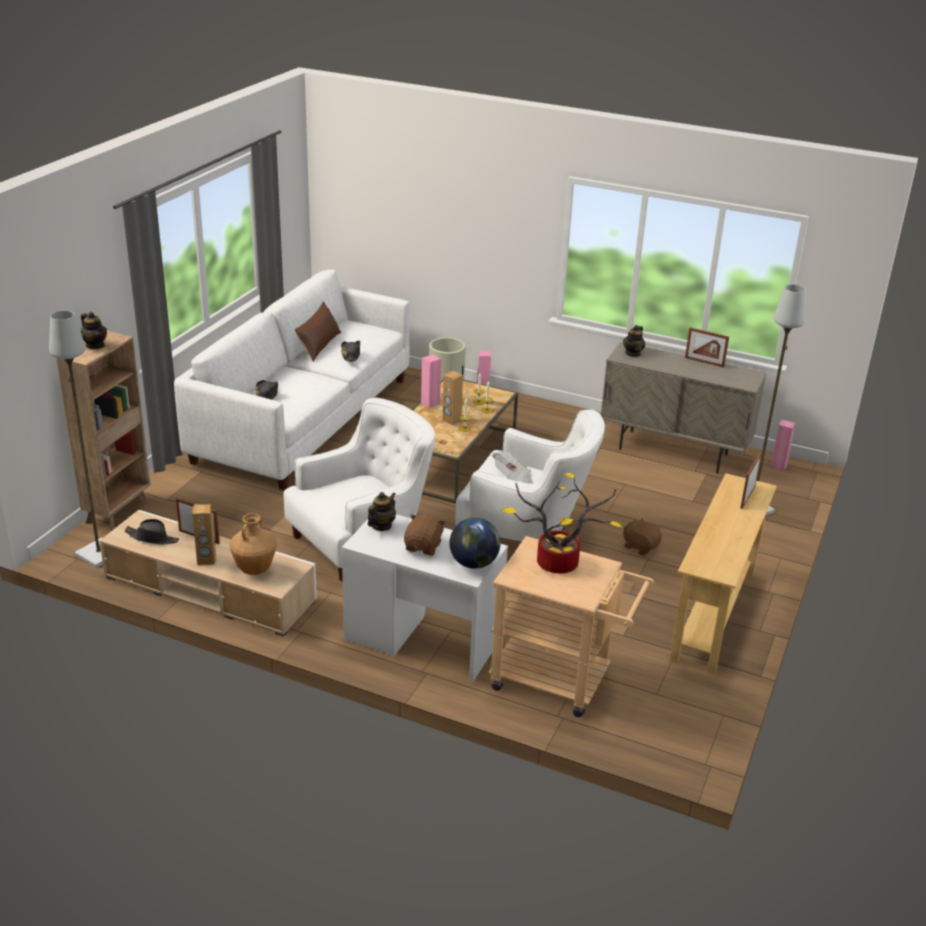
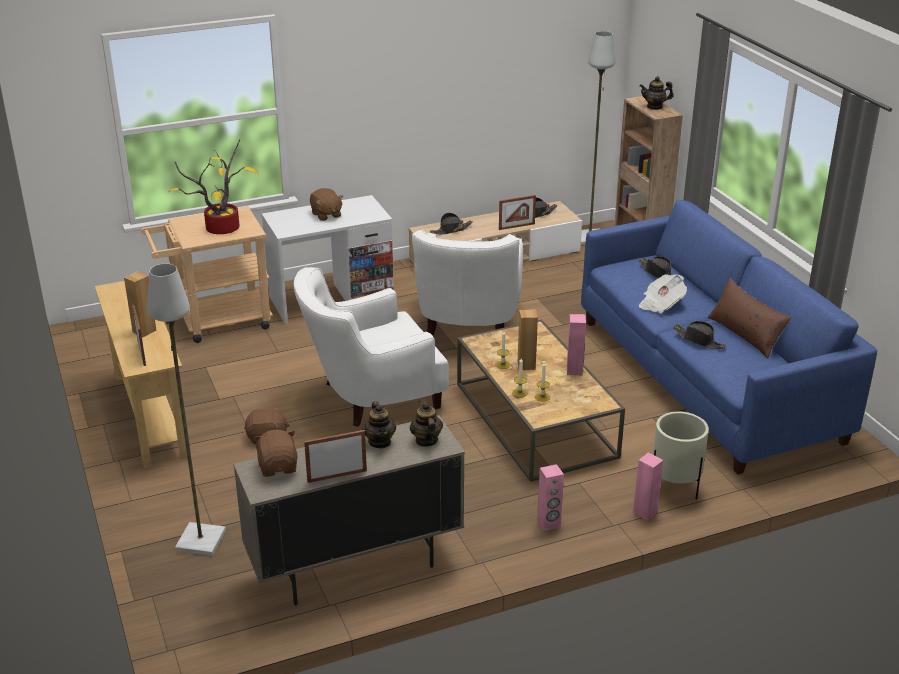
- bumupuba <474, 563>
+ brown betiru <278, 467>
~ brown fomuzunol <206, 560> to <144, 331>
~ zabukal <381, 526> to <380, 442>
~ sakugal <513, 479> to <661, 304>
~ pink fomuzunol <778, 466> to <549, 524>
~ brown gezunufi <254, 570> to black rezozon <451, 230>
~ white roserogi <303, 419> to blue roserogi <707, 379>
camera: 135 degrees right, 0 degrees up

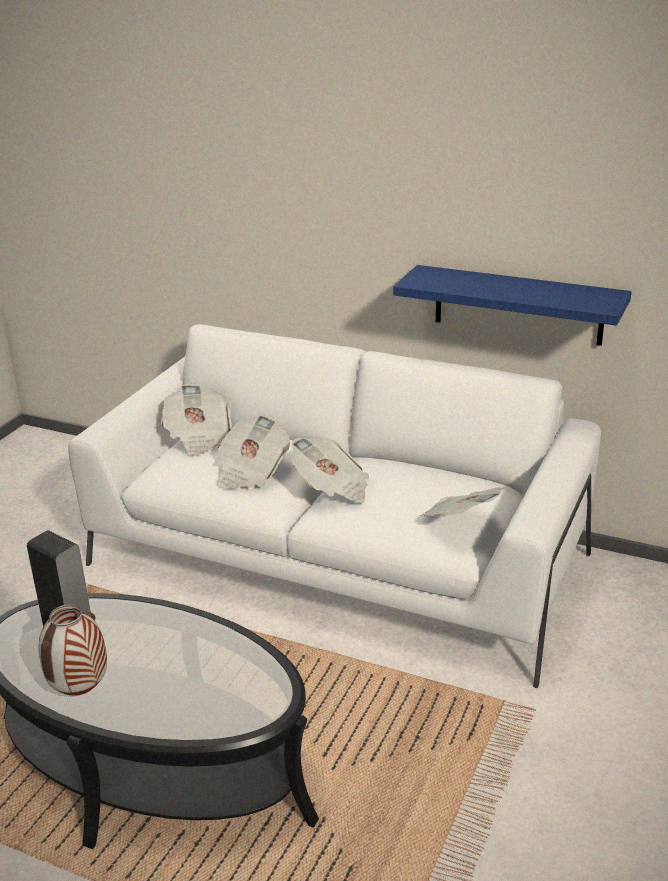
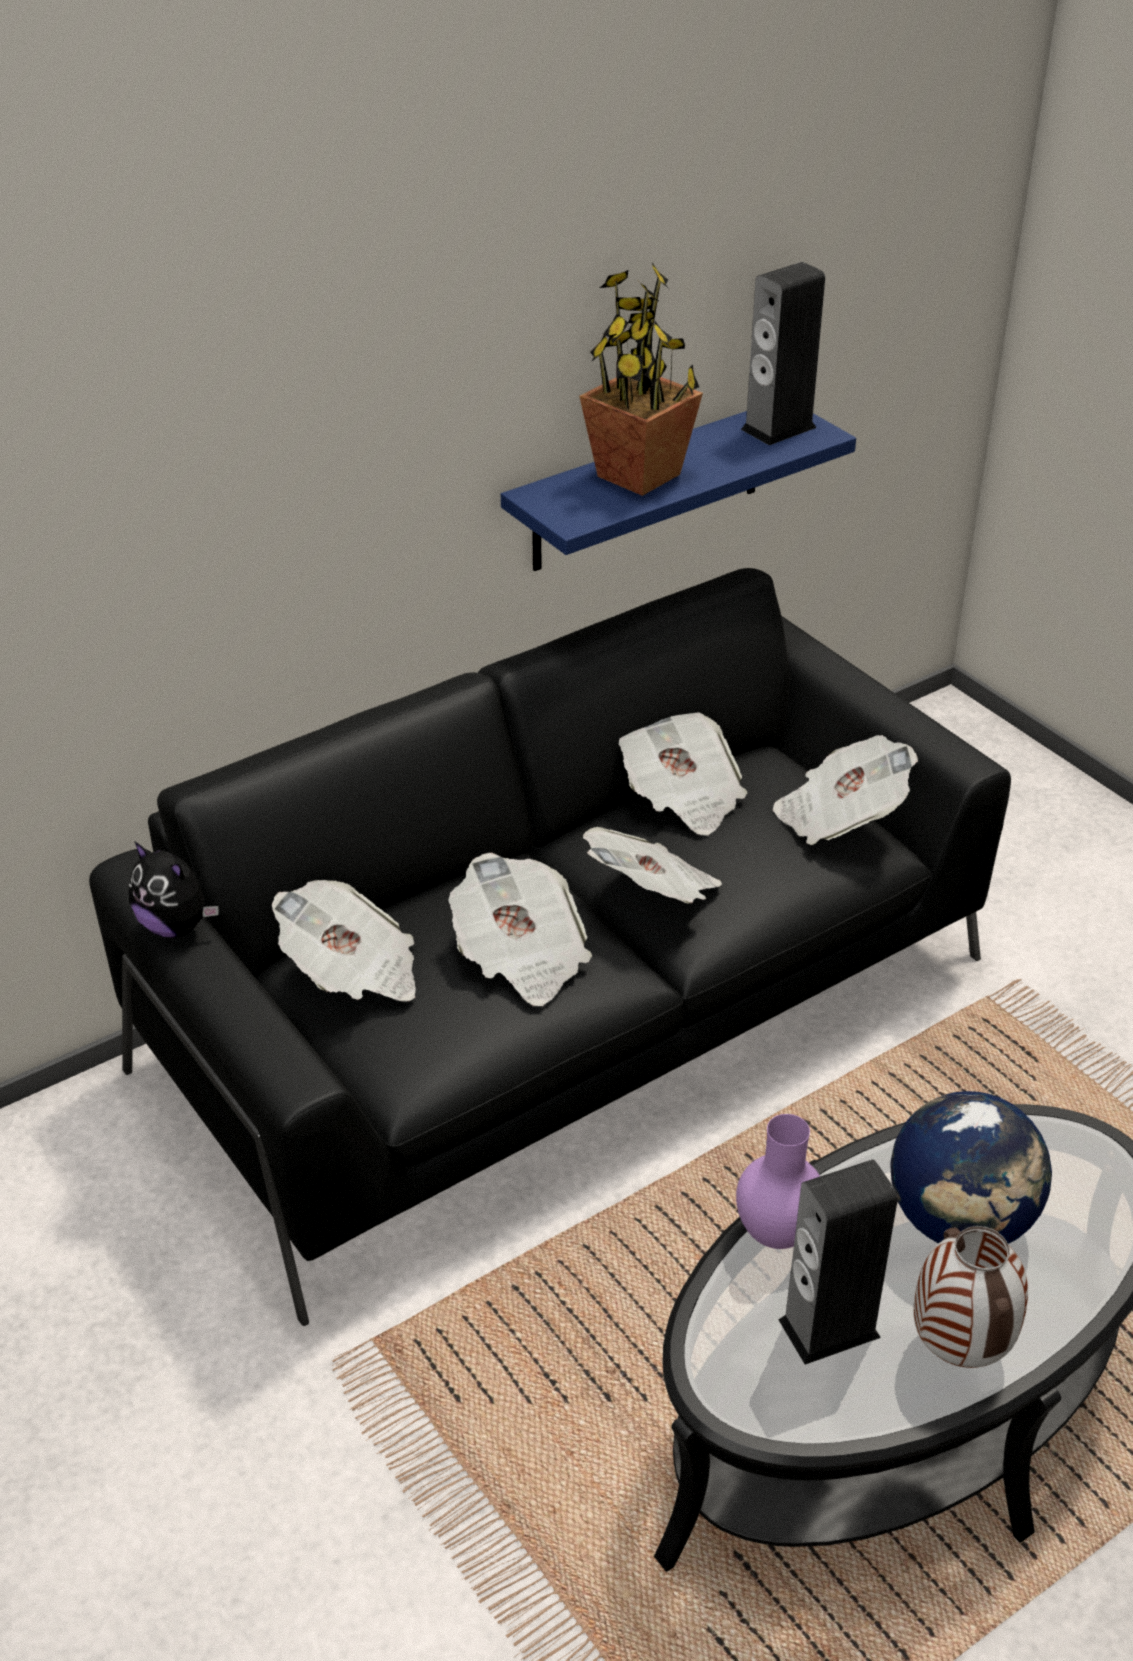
+ betiru <176, 926>
+ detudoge <639, 476>
+ sakugal <682, 796>
+ purple gezunufi <778, 1233>
+ fomuzunol <778, 428>
+ bumupuba <960, 1222>
~ white roserogi <338, 559> to black roserogi <566, 1012>
camera: 60 degrees left, 10 degrees up

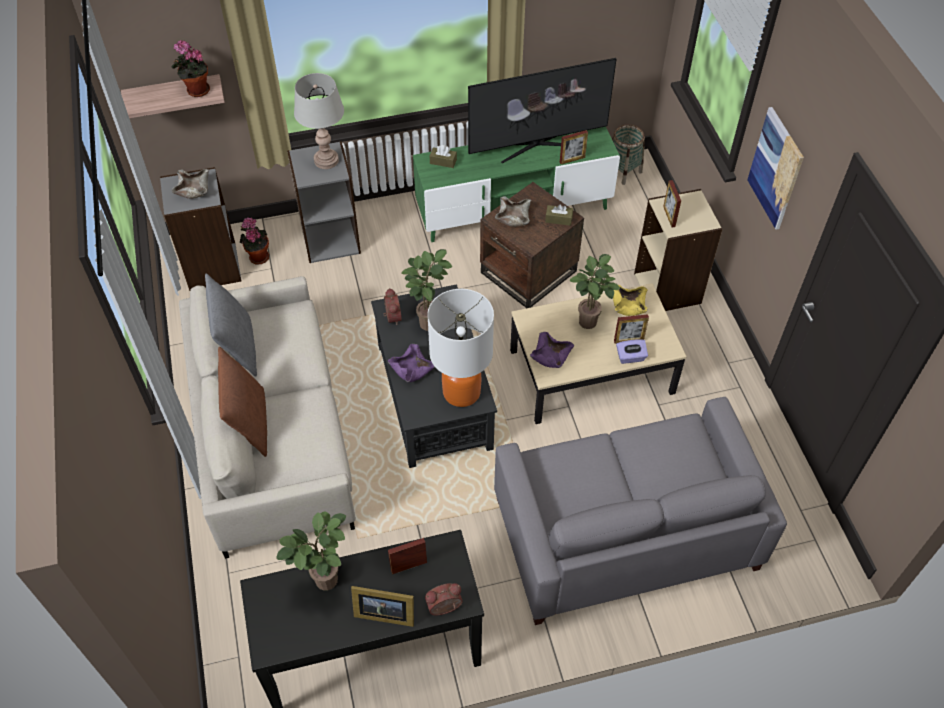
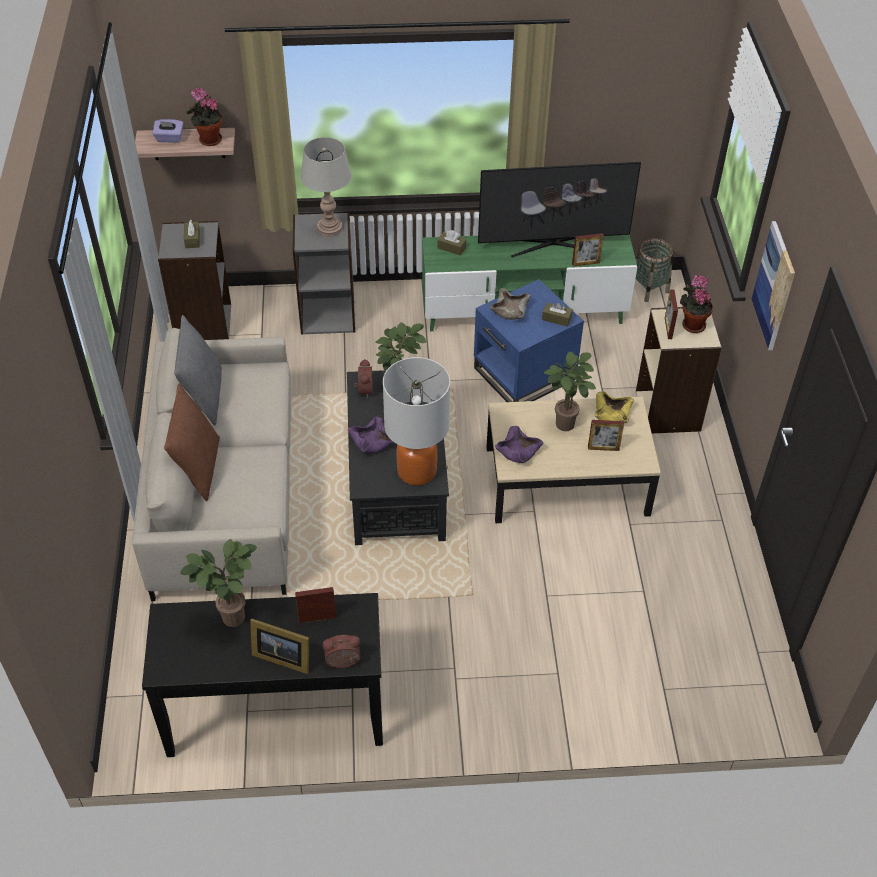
- grey roserogi <624, 532>
~ detudoge <258, 256> to <692, 324>
~ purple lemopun <630, 357> to <169, 138>
~ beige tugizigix <194, 190> to brown lemopun <192, 239>
~ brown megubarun <529, 272> to blue megubarun <524, 374>
camera: 10 degrees right, 5 degrees down

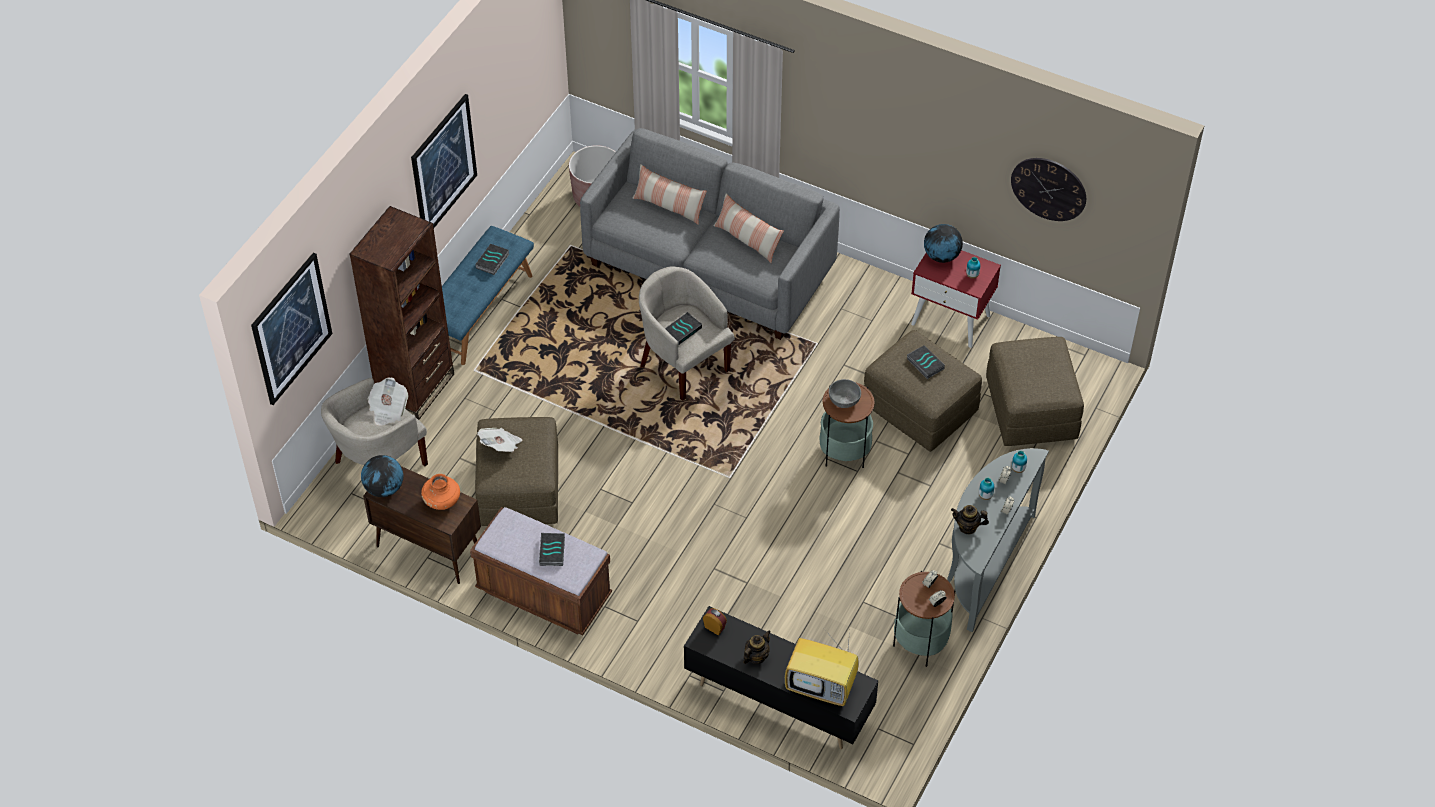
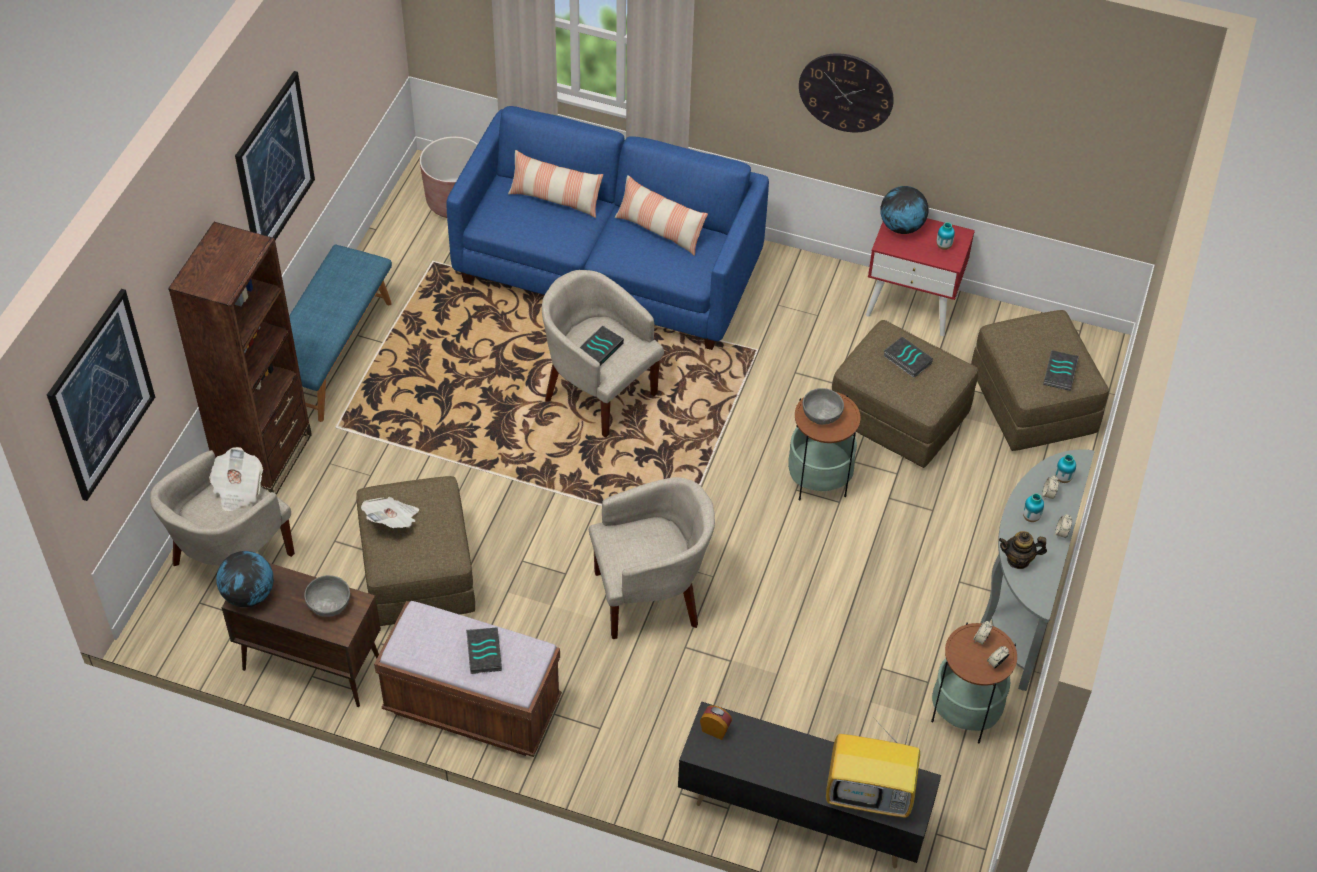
- zabukal <756, 656>
+ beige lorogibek <650, 596>
~ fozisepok <493, 262> to <1061, 373>
~ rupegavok <1048, 188> to <846, 92>
~ orange gezunufi <442, 501> to grey tugizigix <329, 603>
~ grey roserogi <710, 267> to blue roserogi <609, 271>
camera: 10 degrees left, 0 degrees up

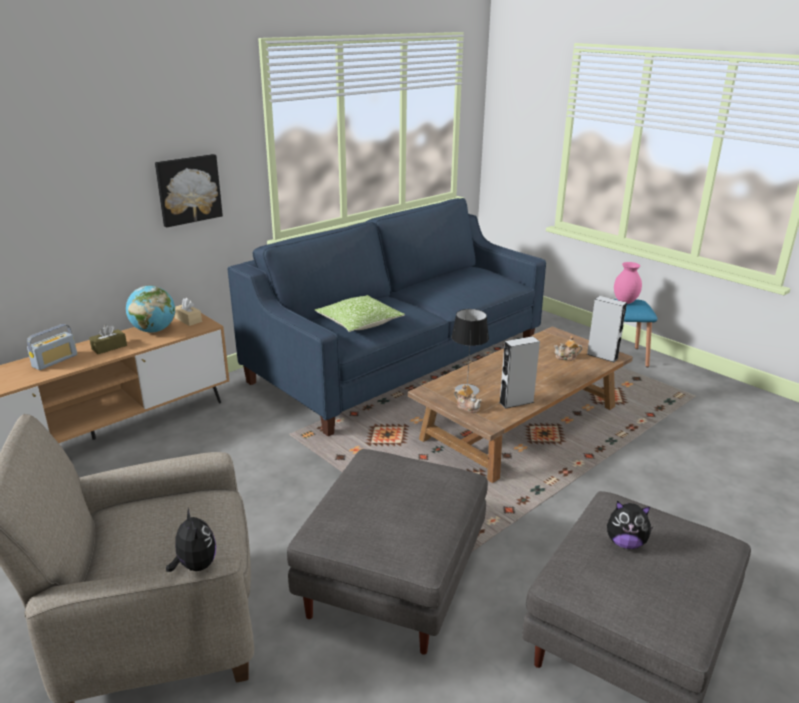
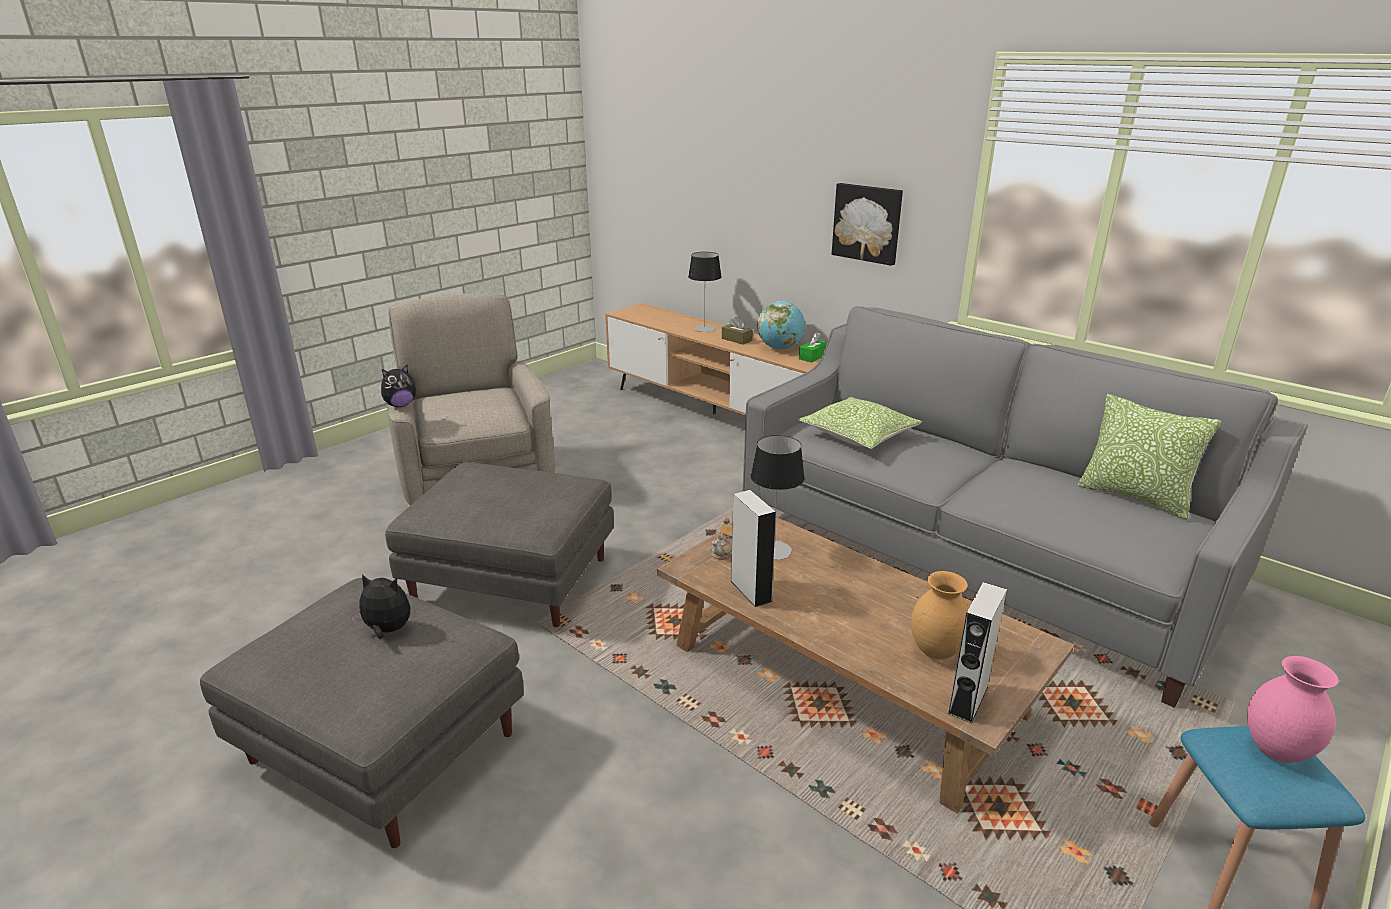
+ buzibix <1134, 497>
~ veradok <55, 361> to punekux <704, 328>
~ zabukal <566, 357> to brown gezunufi <935, 652>
~ beige lemopun <188, 320> to green lemopun <813, 357>
~ blue roserogi <397, 361> to grey roserogi <975, 557>
~ betiru <625, 543> = <387, 631> 90 degrees clockwise
camera: 85 degrees right, 0 degrees up

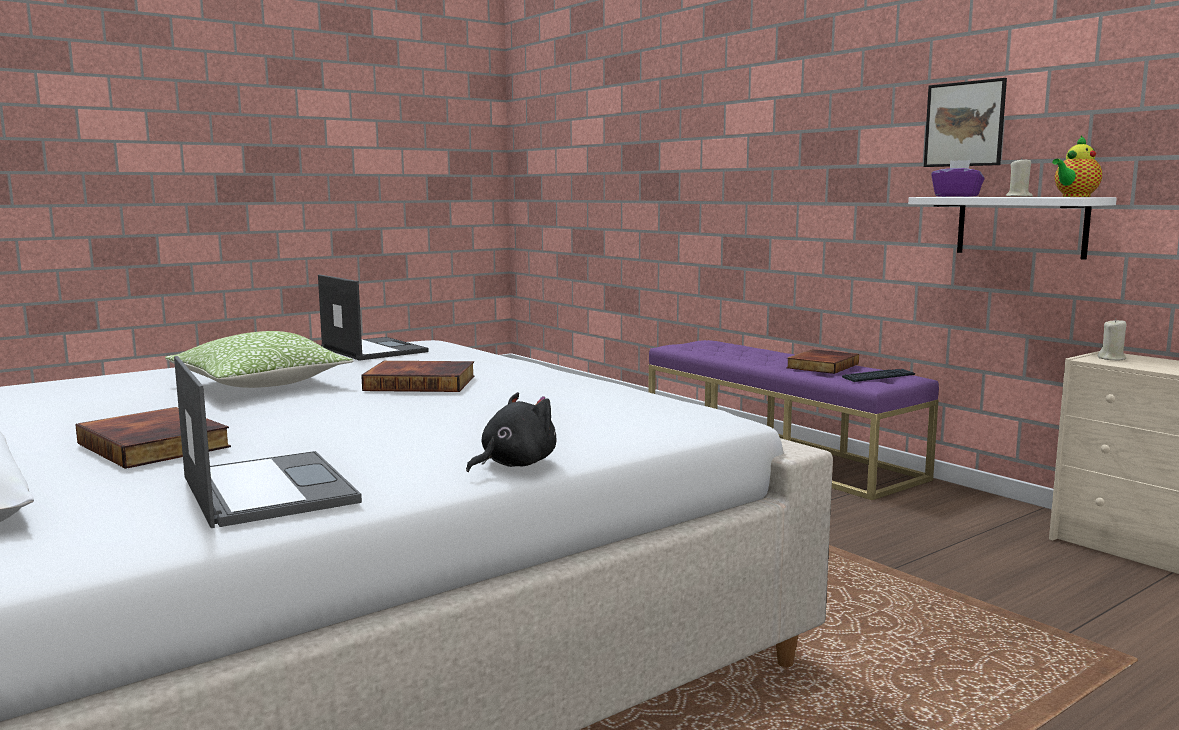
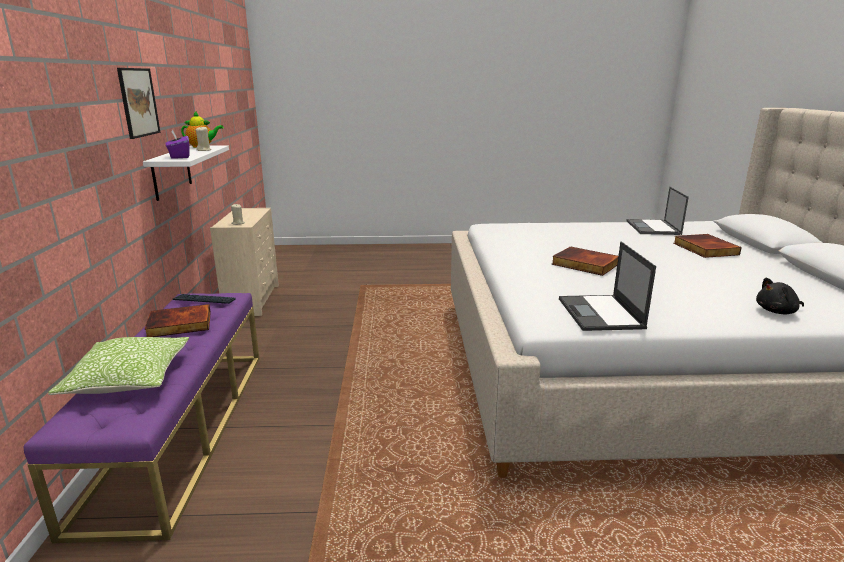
~ buzibix <260, 384> to <129, 379>
~ black betiru <514, 464> to <777, 311>
camera: 145 degrees left, 10 degrees up

